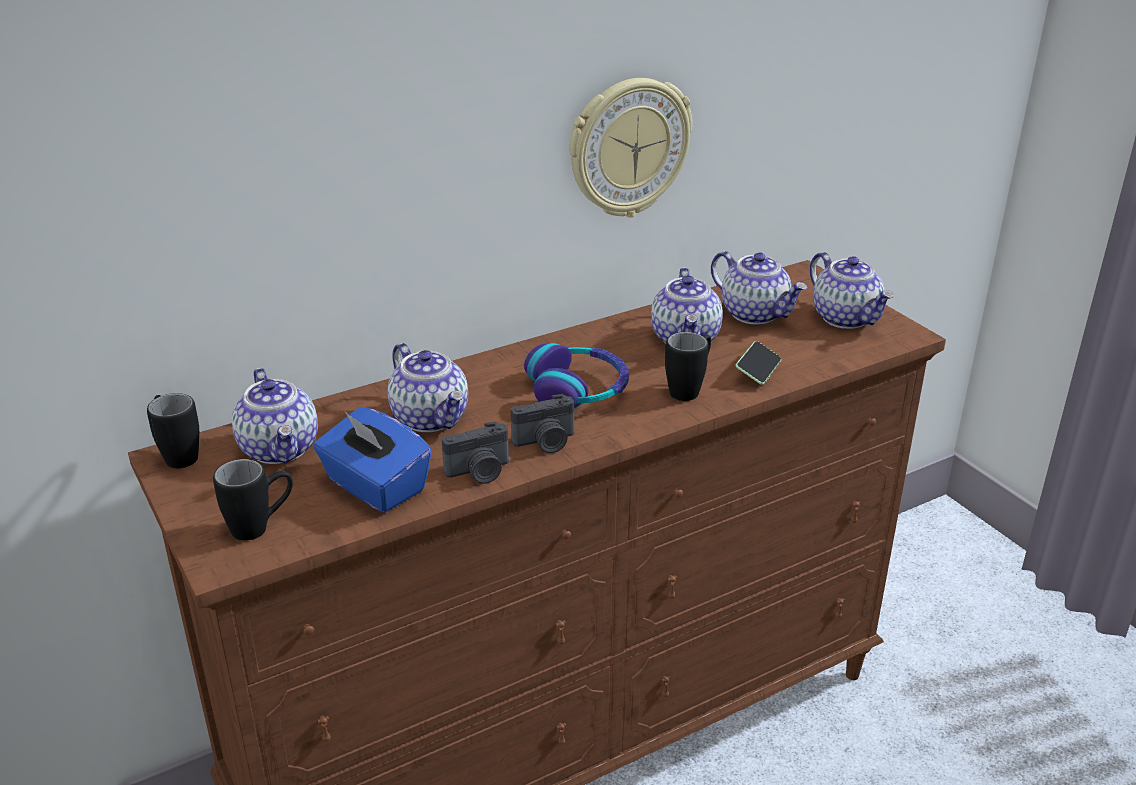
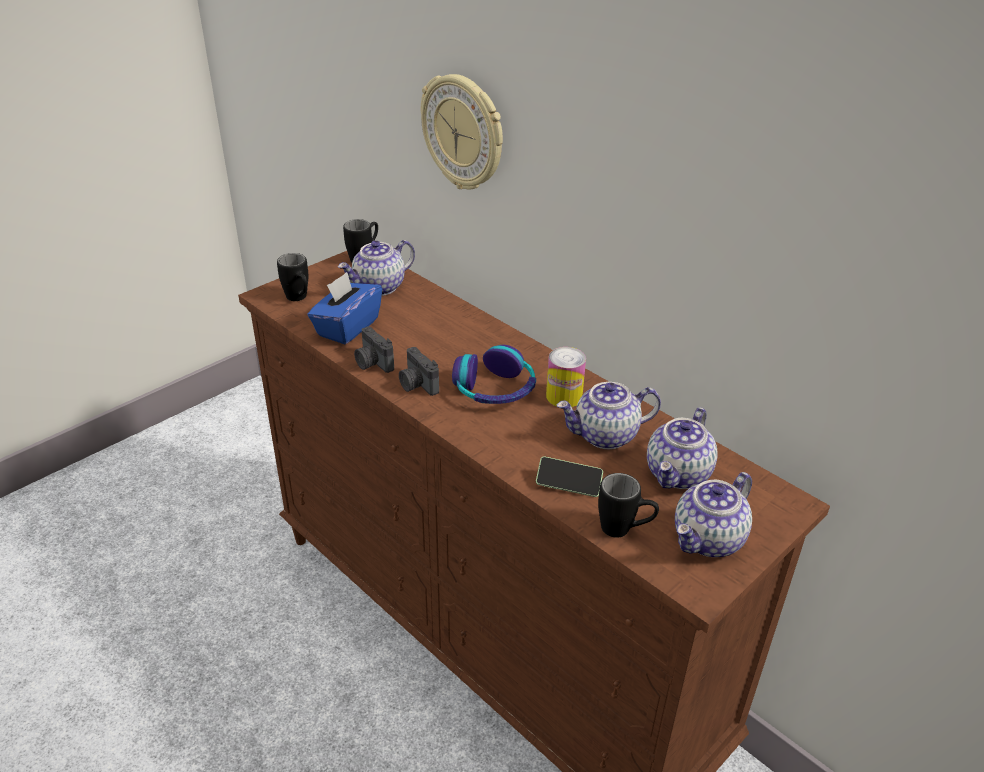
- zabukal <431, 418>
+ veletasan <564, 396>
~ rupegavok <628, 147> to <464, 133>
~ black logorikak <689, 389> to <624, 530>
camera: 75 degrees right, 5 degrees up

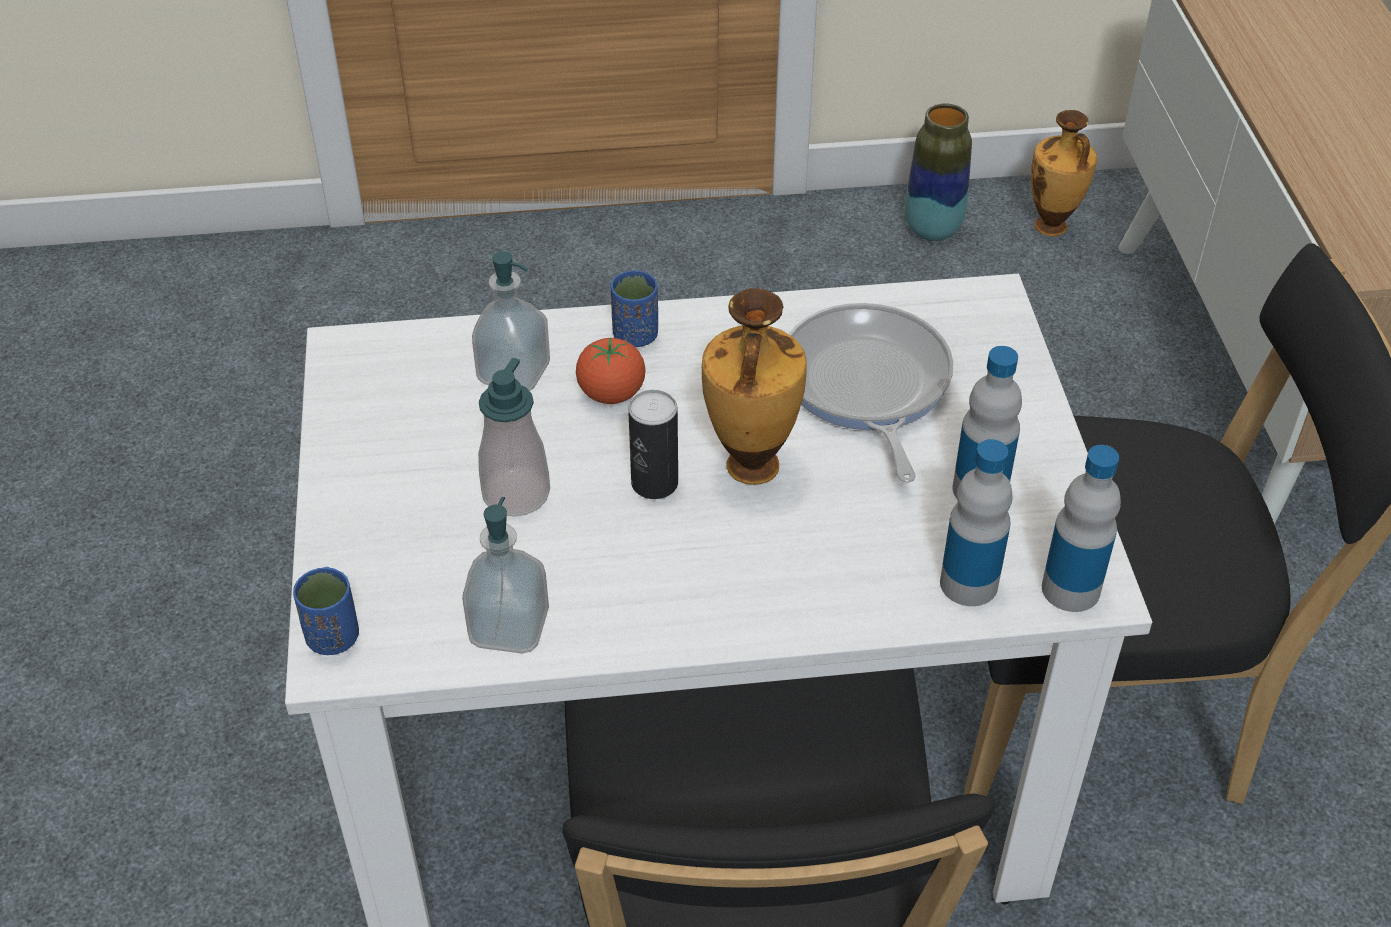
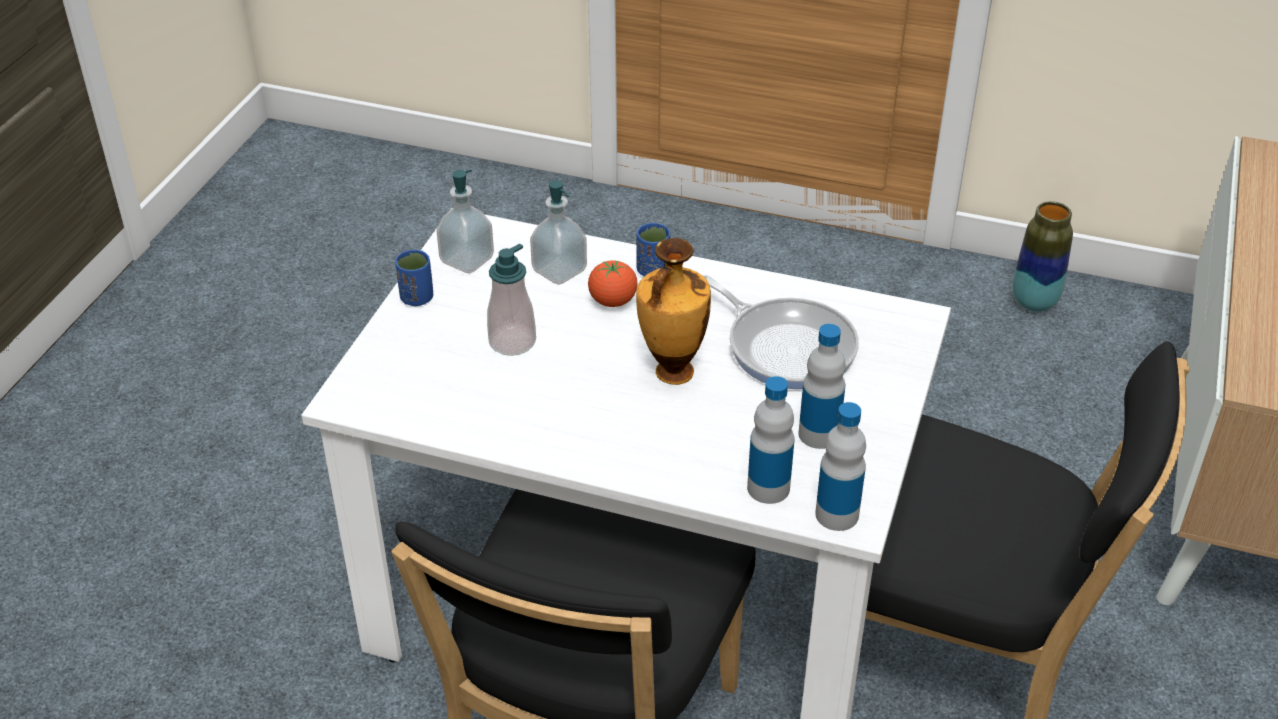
- veletasan <654, 483>
- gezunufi <1051, 228>
~ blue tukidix <333, 638> to <417, 298>
~ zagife <509, 627> to <467, 260>
~ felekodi <866, 386> = <786, 346> 120 degrees clockwise
camera: 25 degrees right, 5 degrees down

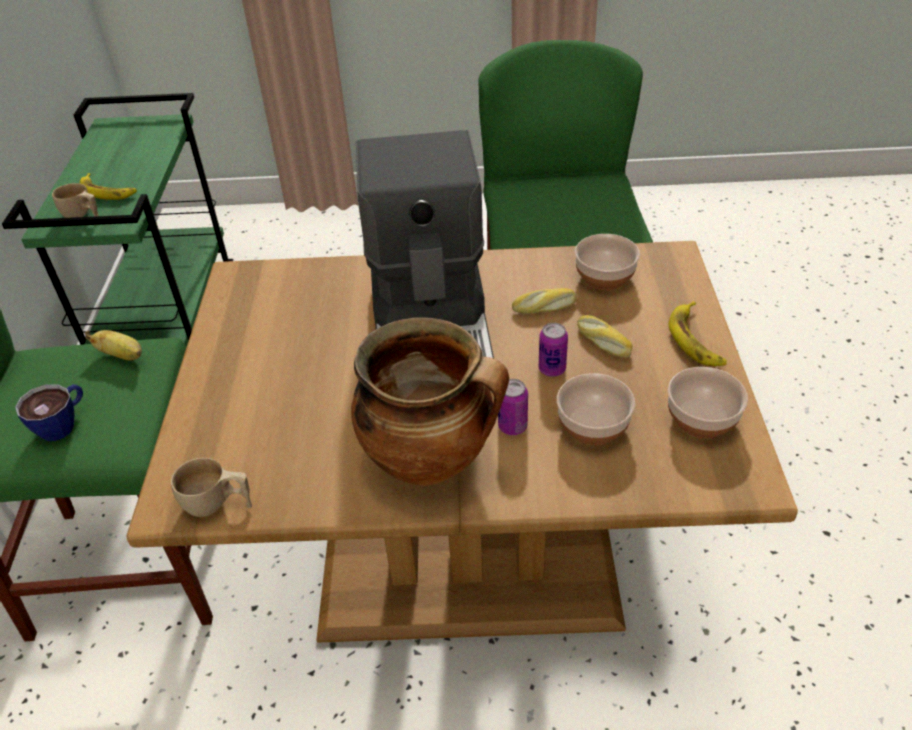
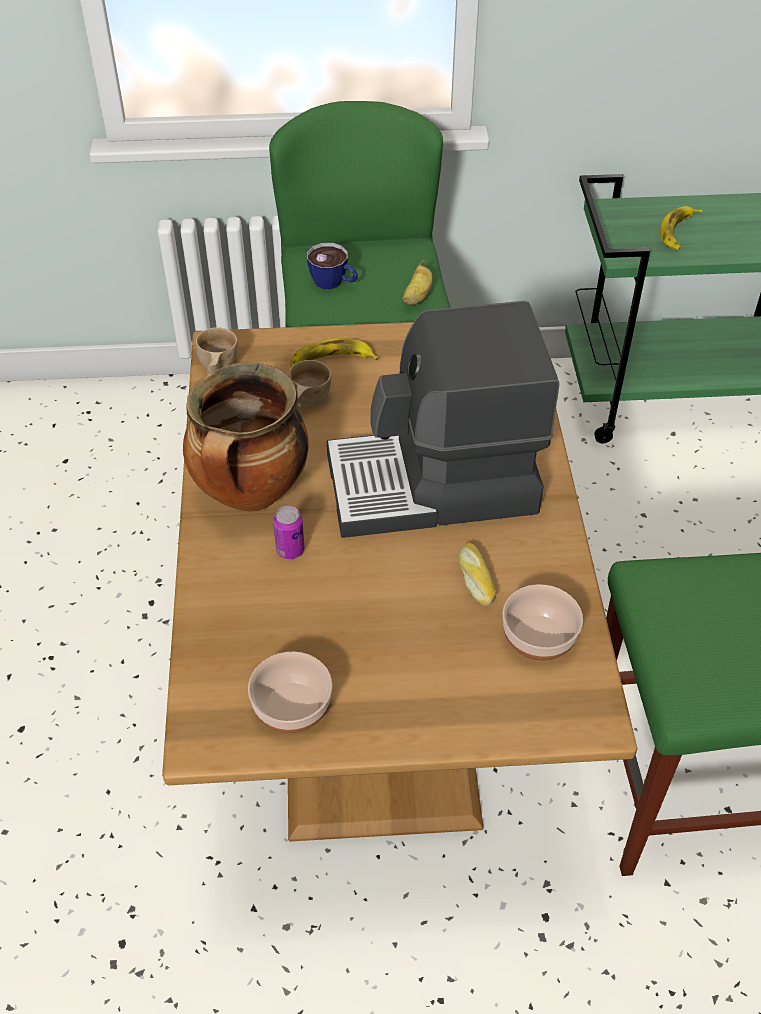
- veletasan <552, 369>
- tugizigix <593, 425>
- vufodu <602, 342>
~ beige tukidix <82, 216> to <305, 404>
~ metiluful <695, 340> to <331, 360>
camera: 85 degrees right, 5 degrees up

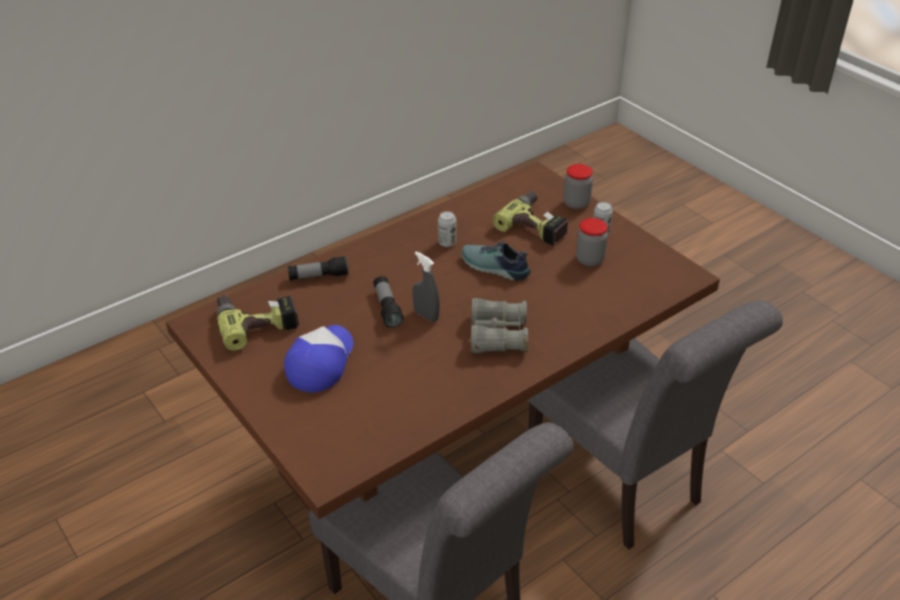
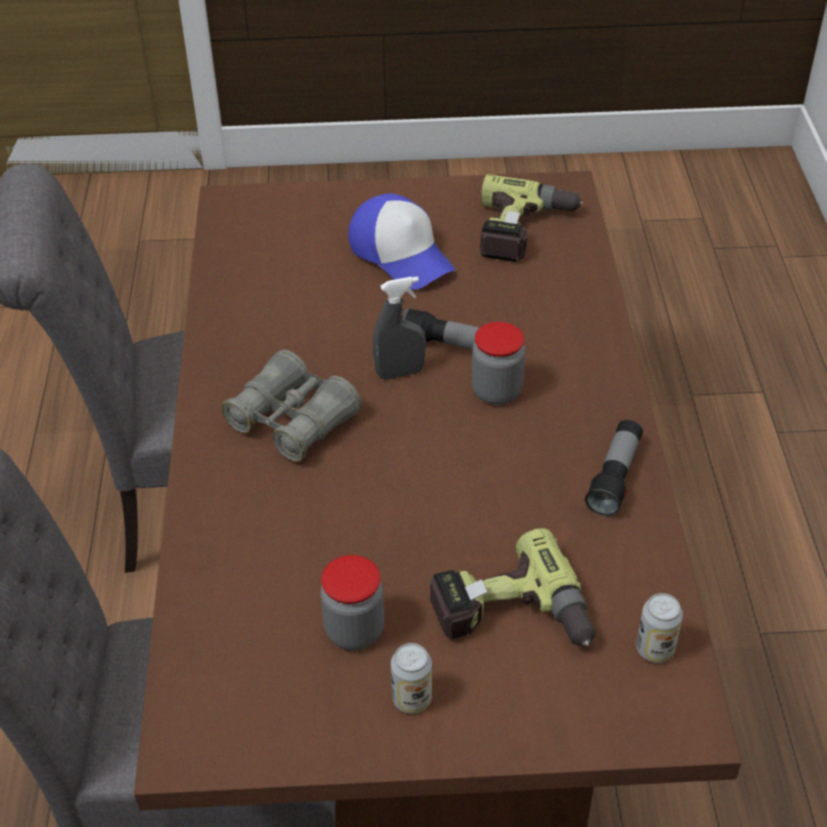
- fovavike <494, 268>
~ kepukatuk <318, 276> to <615, 477>
~ veletasan <447, 242> to <655, 649>
~ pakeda <576, 203> to <496, 391>
camera: 125 degrees right, 5 degrees up

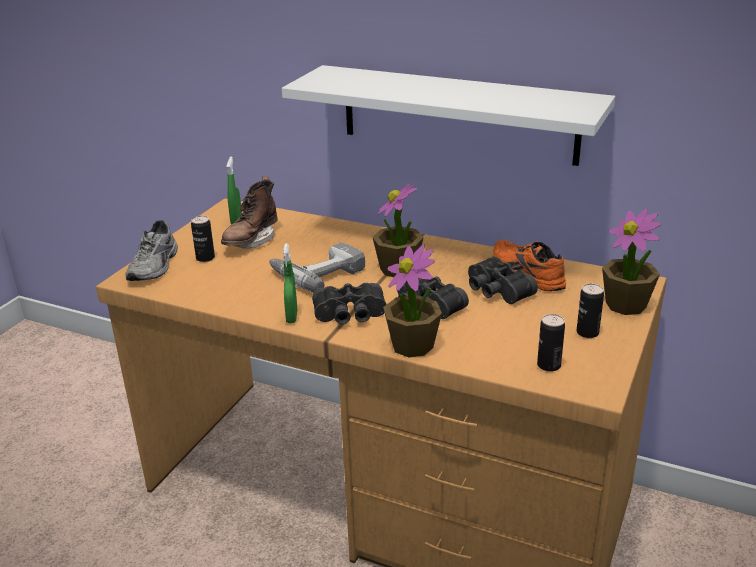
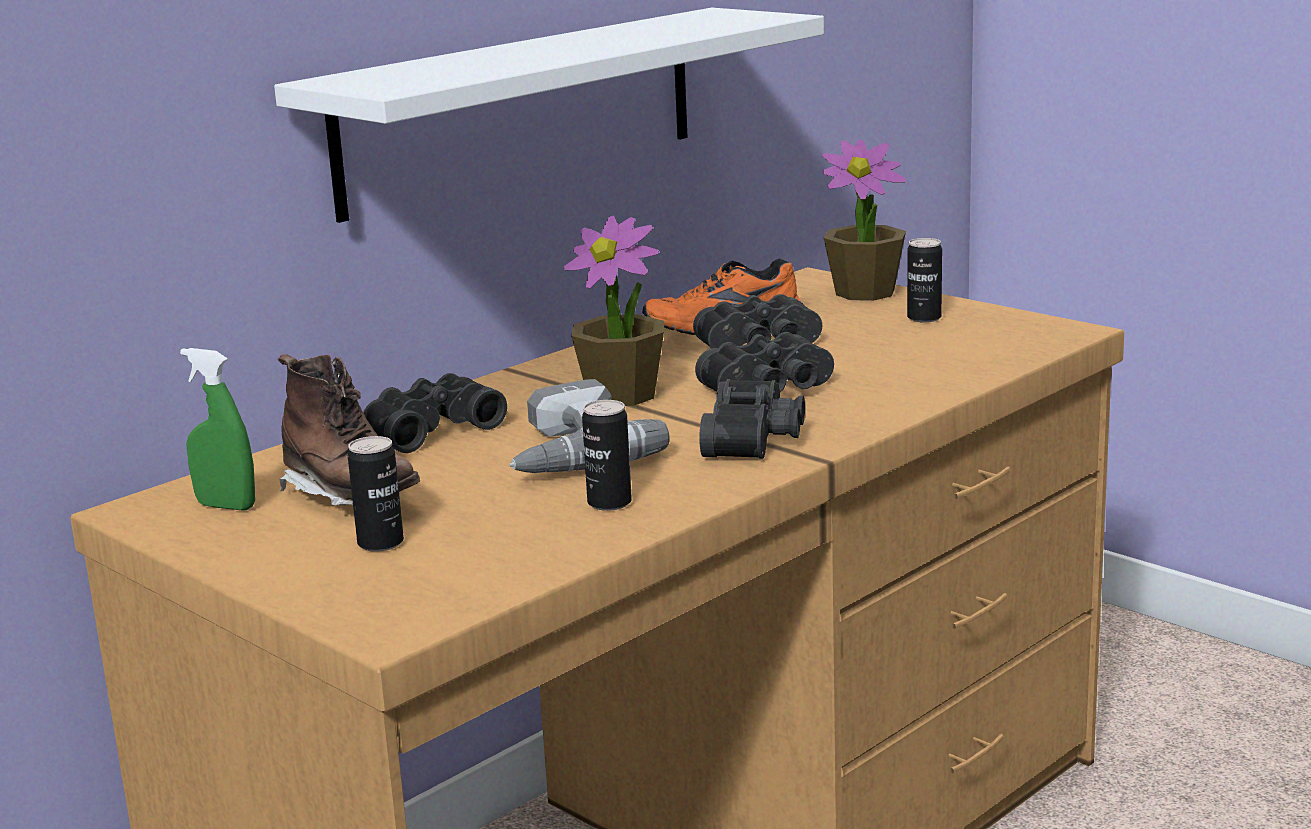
- grey fovavike <156, 266>
- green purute <292, 317>
- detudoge <413, 345>
+ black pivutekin <429, 429>
~ veletasan <548, 365> to <609, 503>
camera: 70 degrees left, 10 degrees down

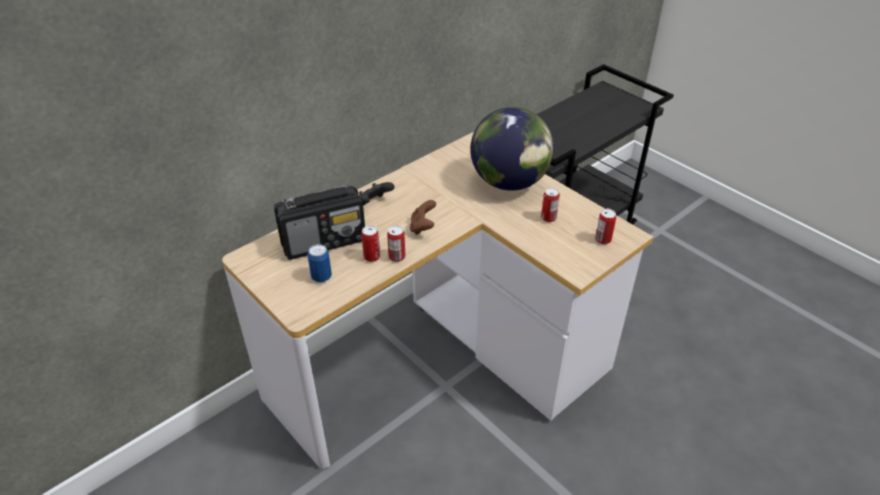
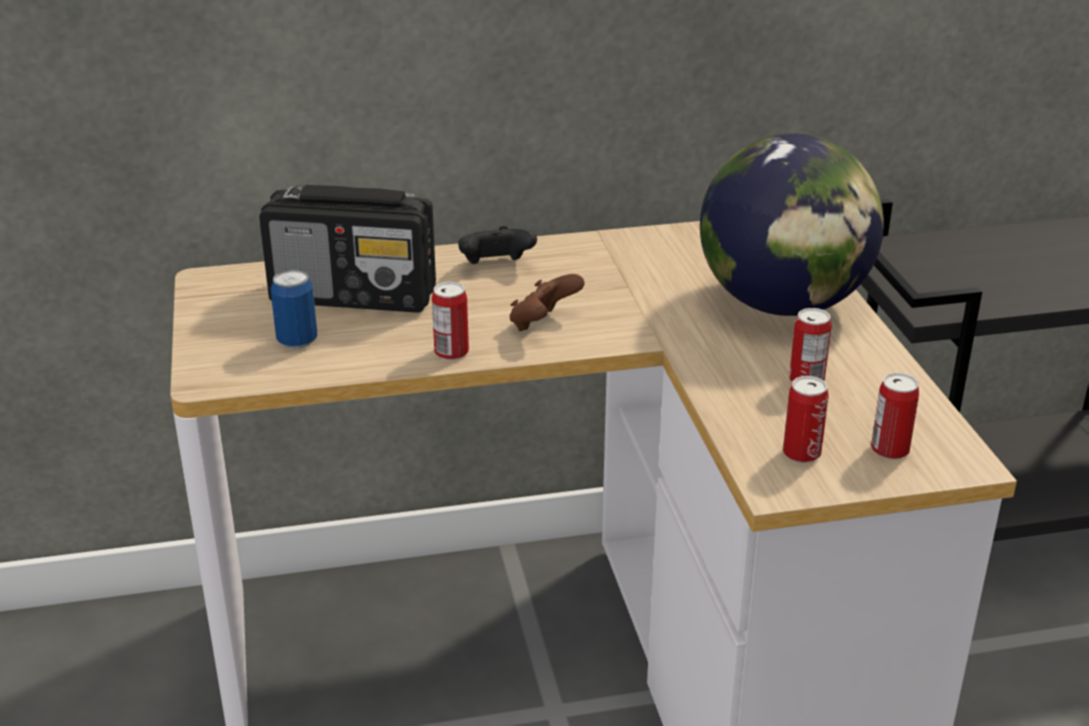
~ veletasan <372, 257> to <801, 453>
camera: 30 degrees right, 10 degrees down

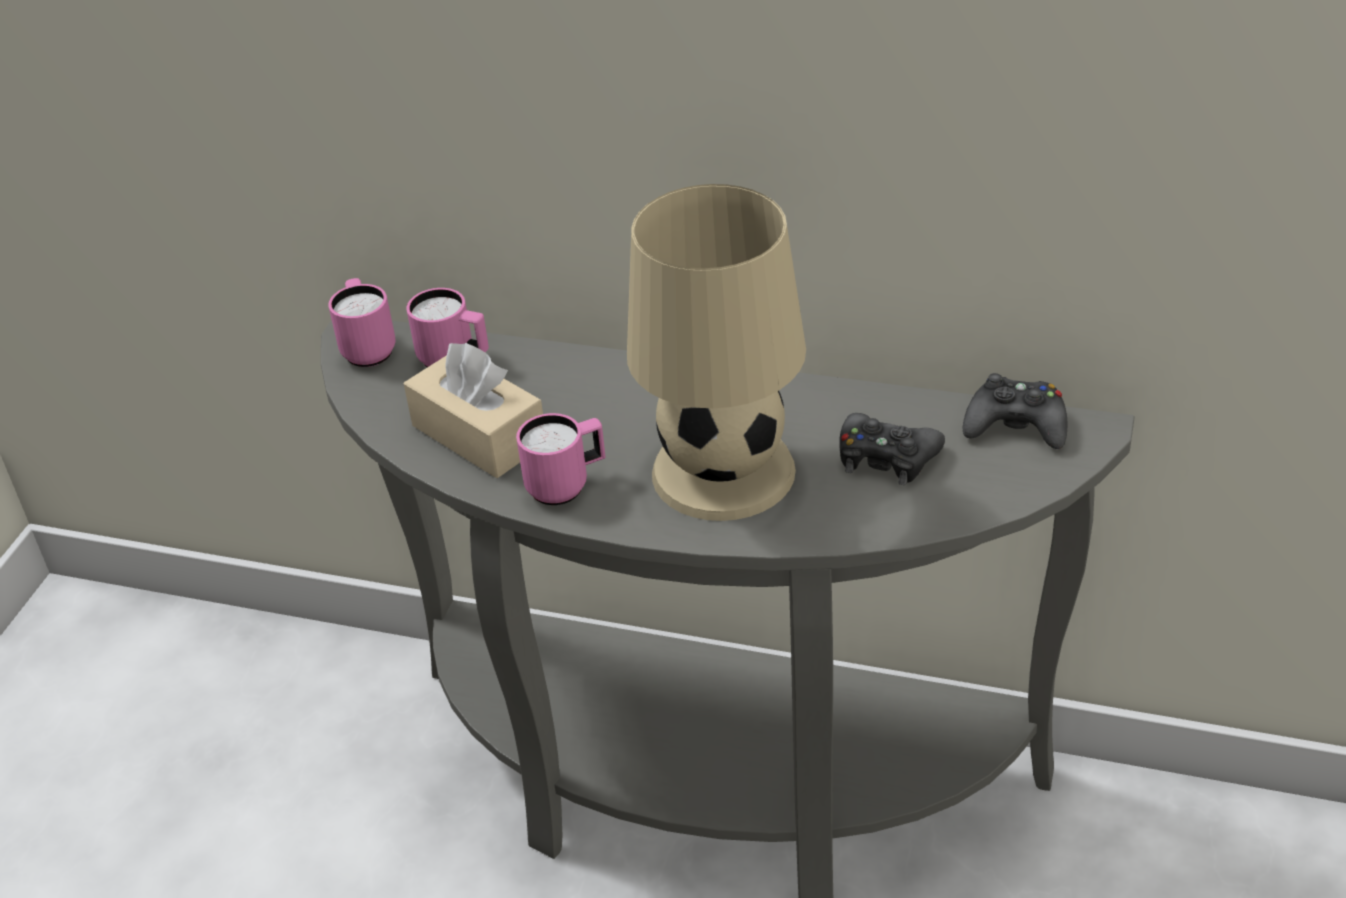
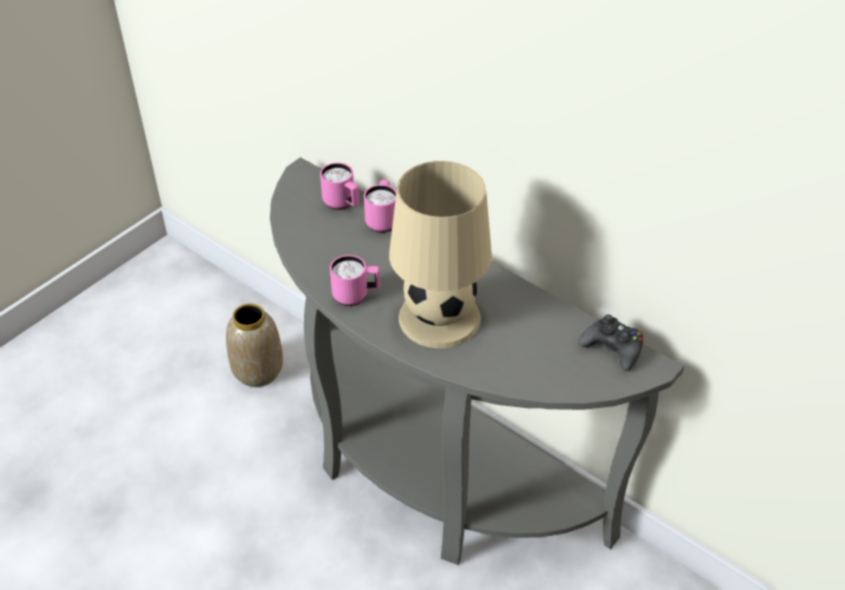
- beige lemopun <479, 435>
- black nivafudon <886, 458>
+ gezunufi <258, 371>
~ pink logorikak <368, 348> to <382, 220>
camera: 20 degrees right, 5 degrees up

